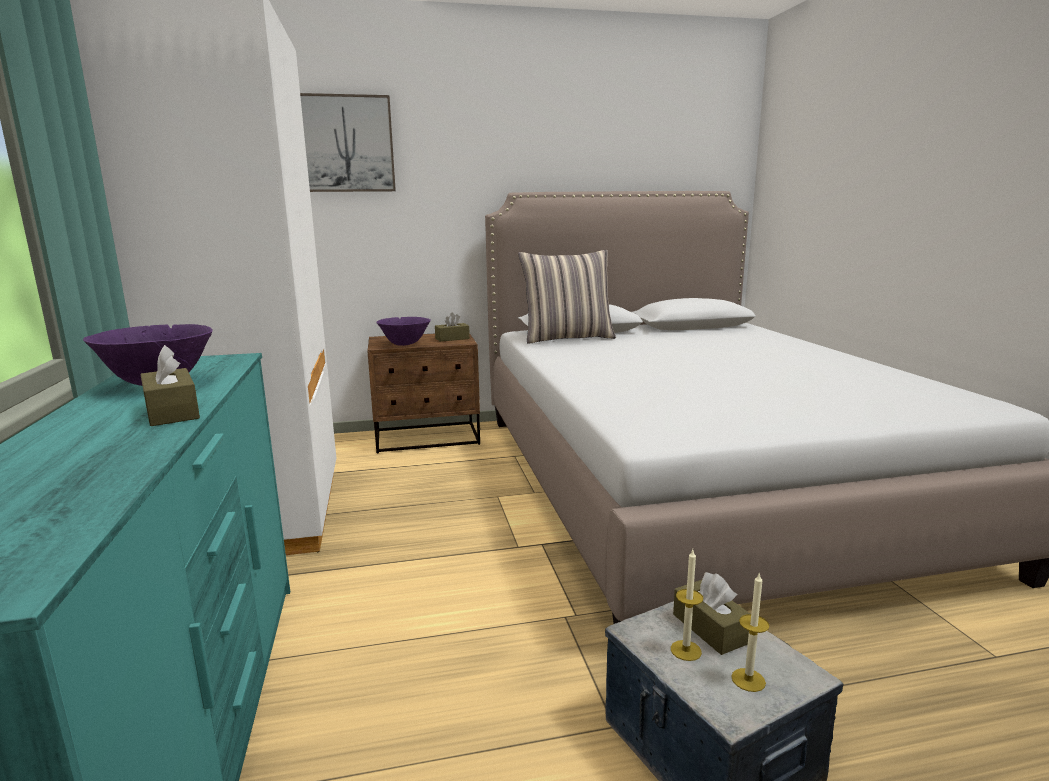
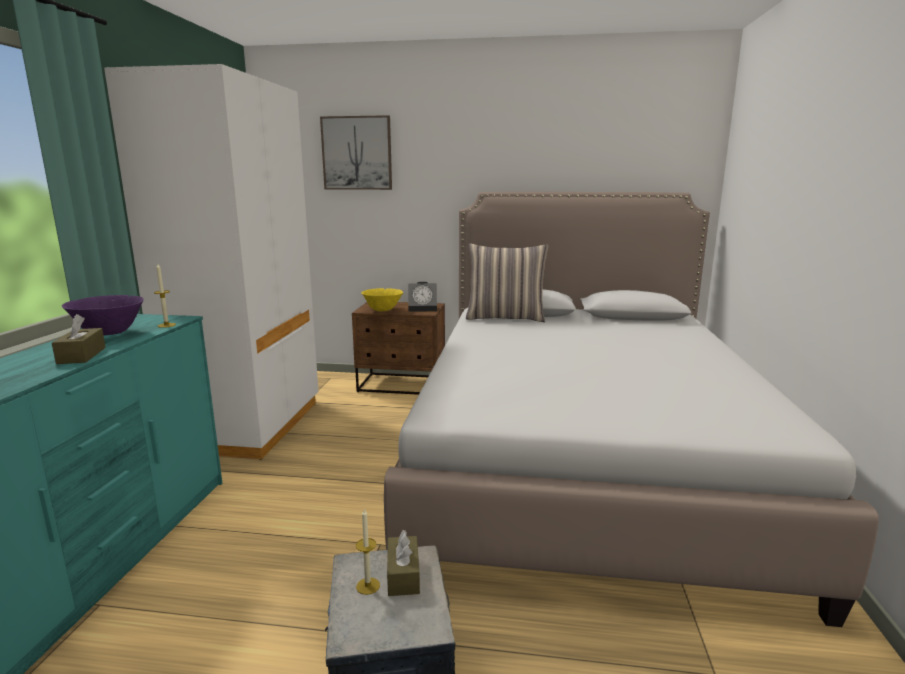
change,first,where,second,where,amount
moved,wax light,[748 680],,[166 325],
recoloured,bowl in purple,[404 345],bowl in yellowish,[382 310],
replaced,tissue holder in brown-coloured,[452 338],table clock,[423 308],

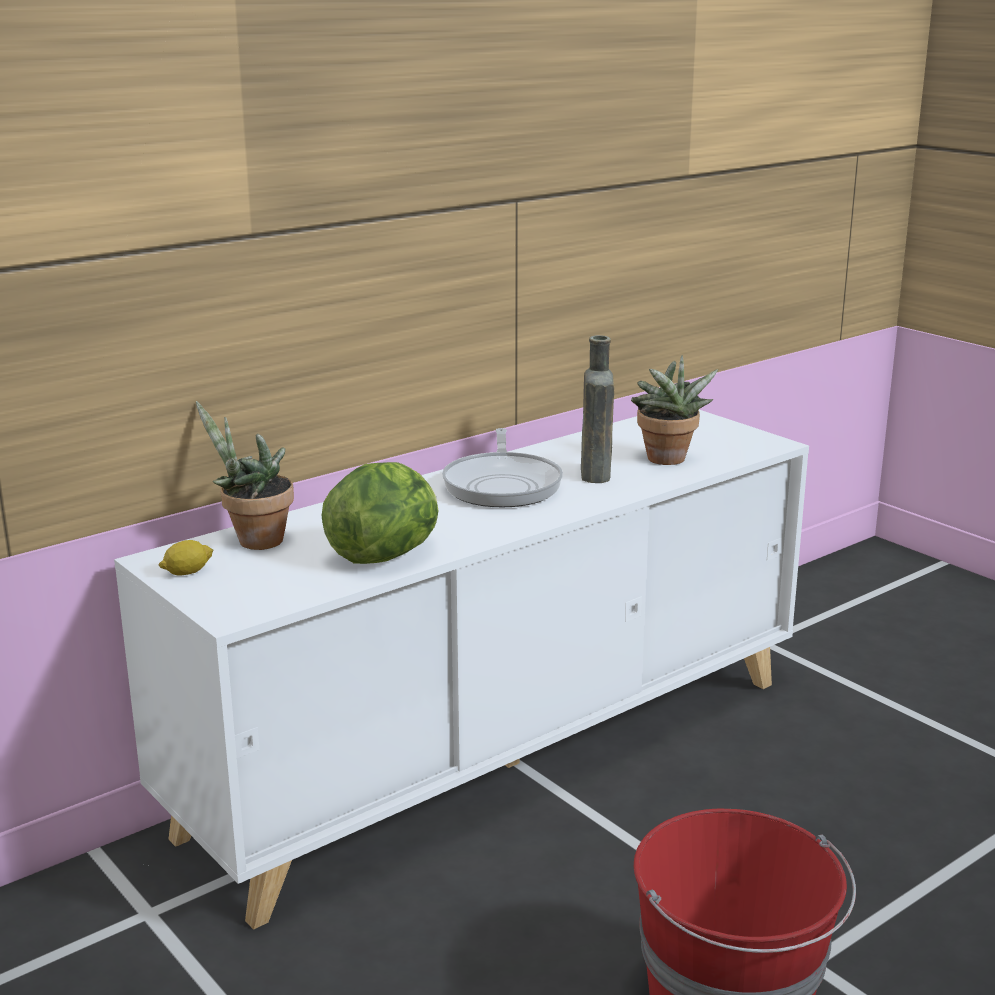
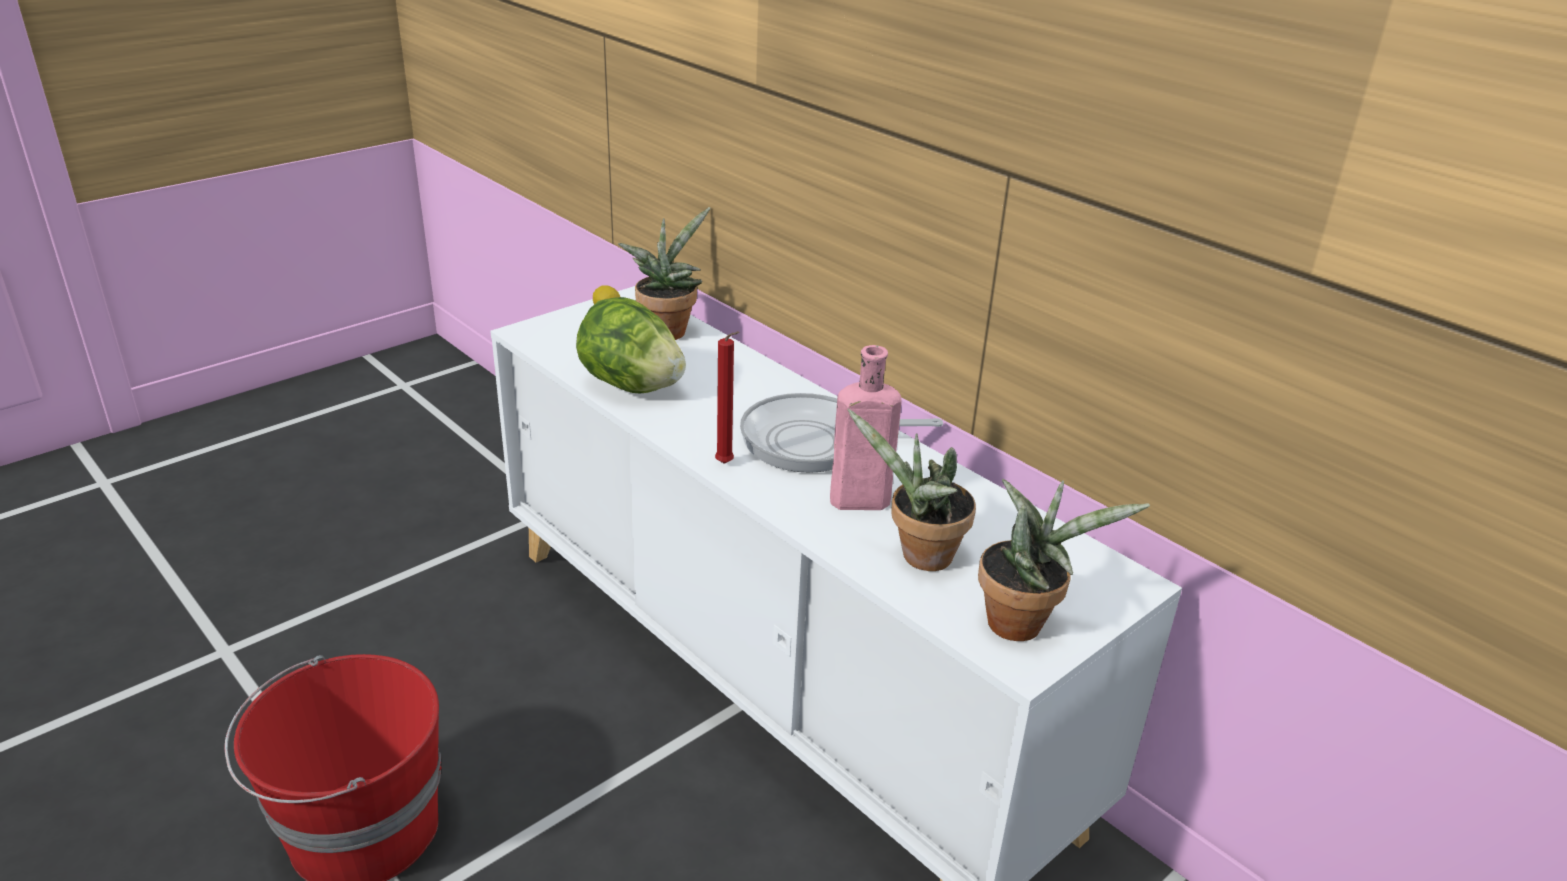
change,first,where,second,where,amount
added,,,wax light in red,[726 464],
recoloured,drink bottle in brown-coloured,[596 475],drink bottle in pink,[855 501],
added,,,houseplant,[1022 622],

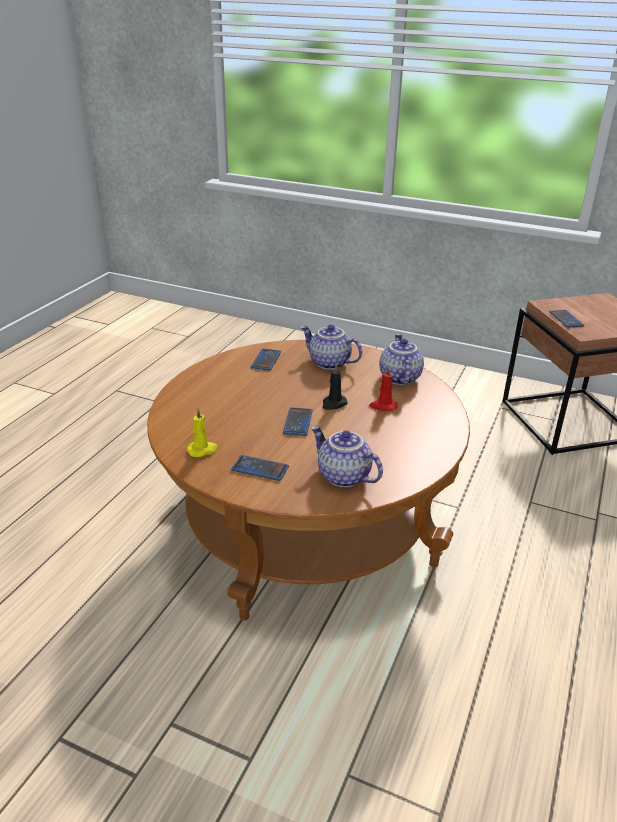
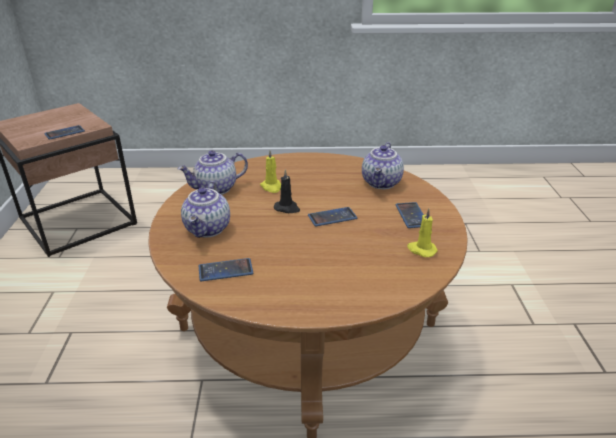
change,first,where,second,where,amount
recoloured,wax light in red,[383 406],wax light in yellowish,[271 187],

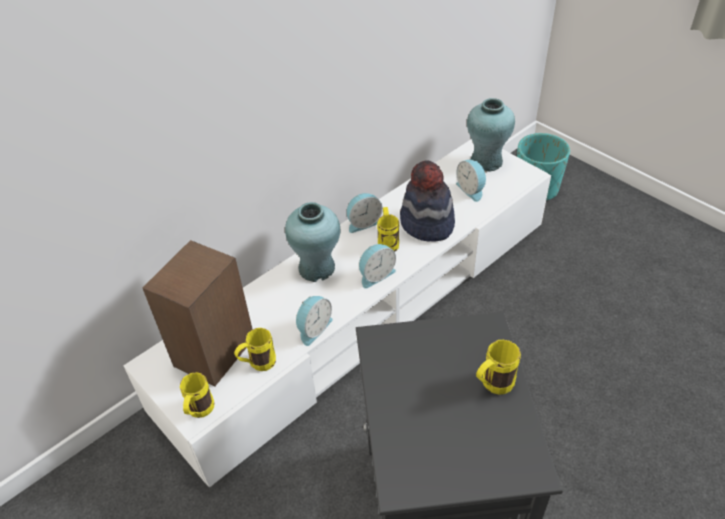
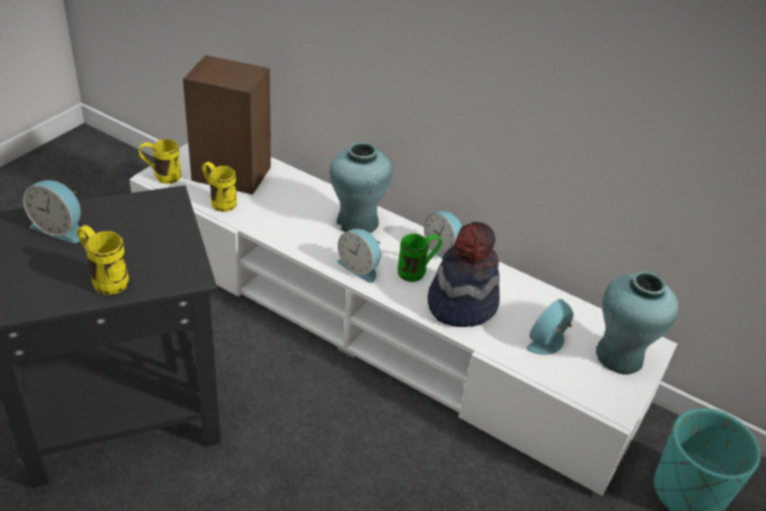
change,first,where,second,where,amount
moved,table clock,[313 328],,[60 228],
recoloured,tea mug in yellowish,[387 242],tea mug in greenish,[417 272],

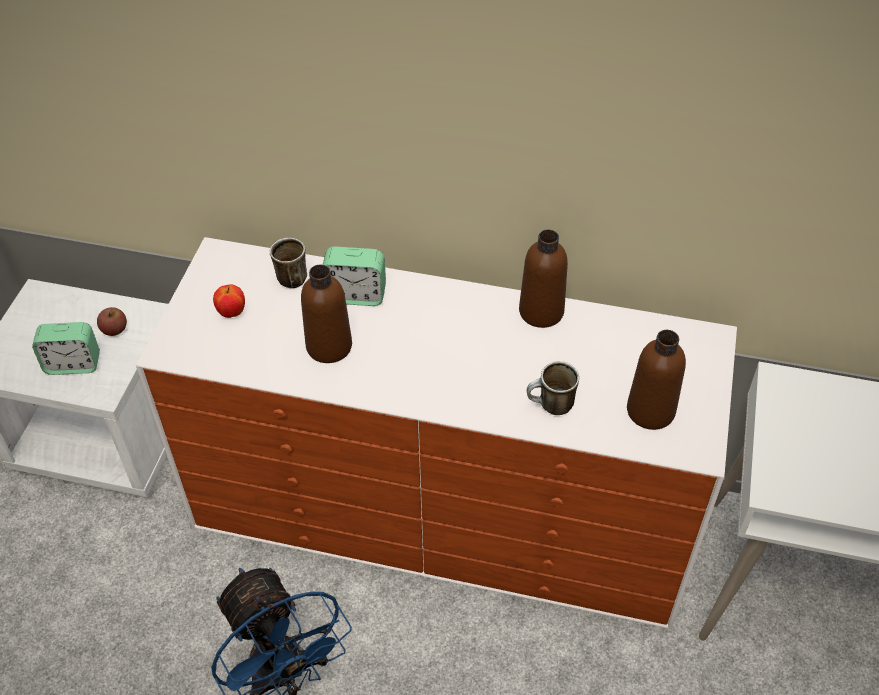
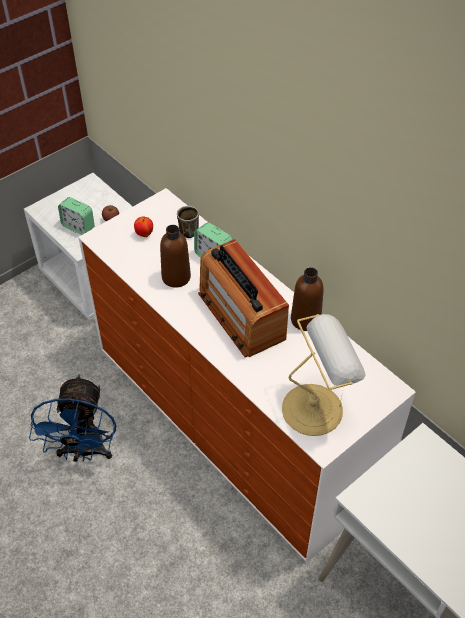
change,first,where,second,where,amount
added,,,radio set,[241 315],
replaced,drink bottle in brown-coloured,[650 411],lamp for a table,[315 408],
removed,tea mug,[550 407],,,

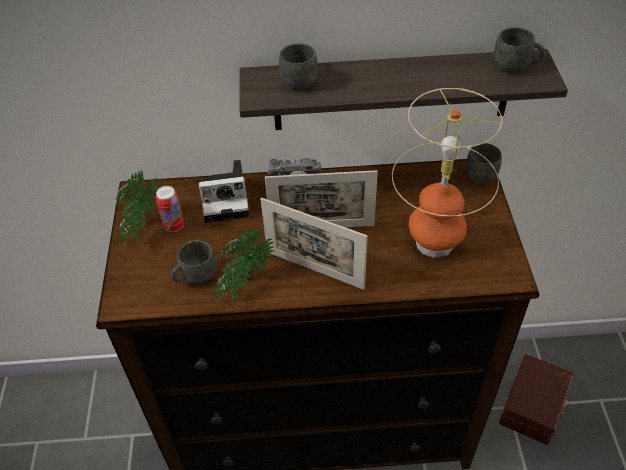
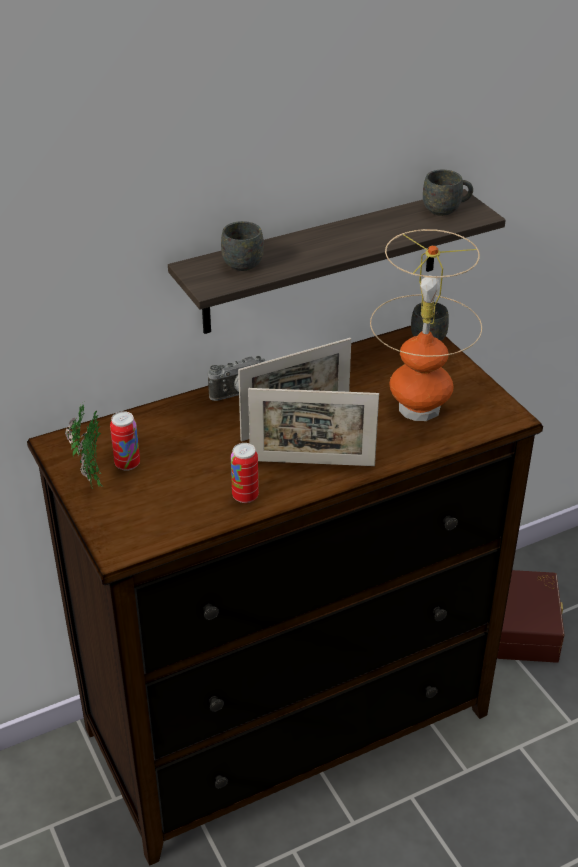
change,first,where,second,where,amount
replaced,houseplant,[243 285],metal can,[245 496],
removed,tea mug in grey,[195 277],,,
removed,still camera,[227 199],,,

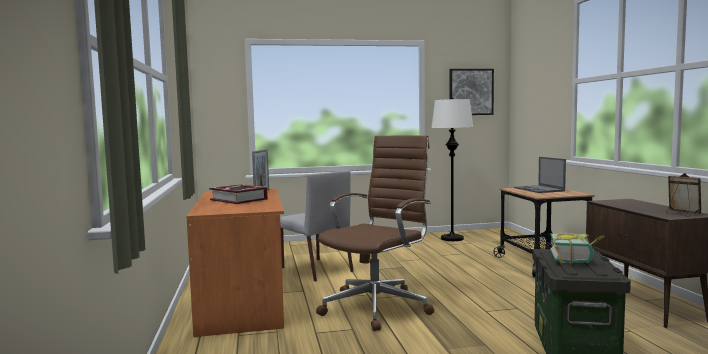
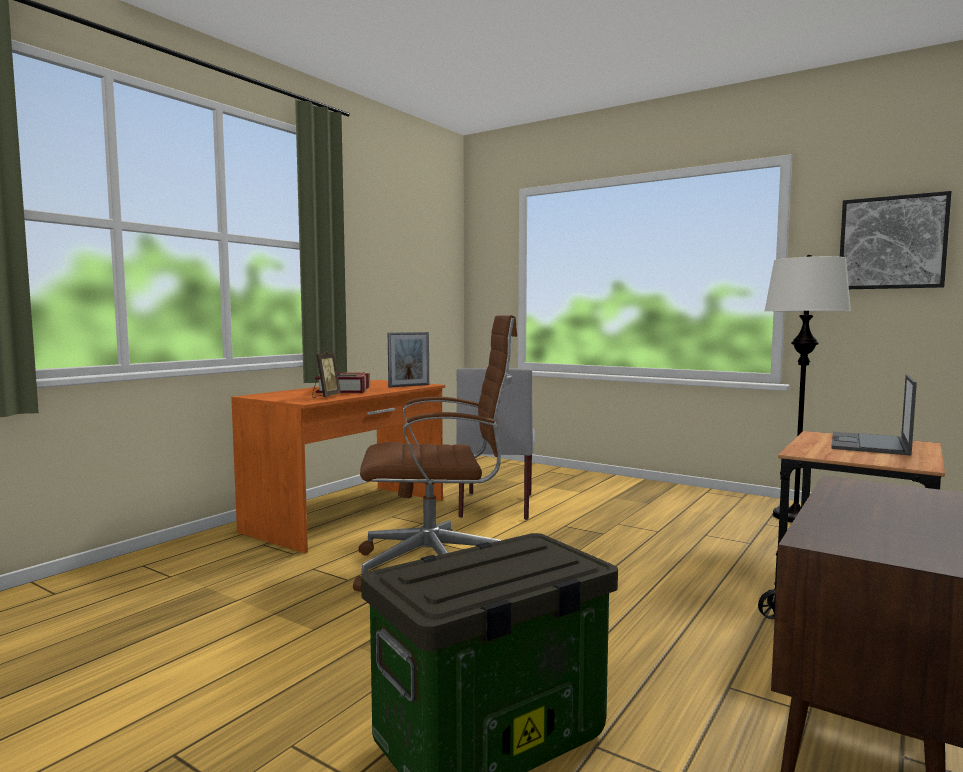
change,first,where,second,where,amount
moved,photo frame,[681 214],,[325 397],
removed,bound book,[576 259],,,

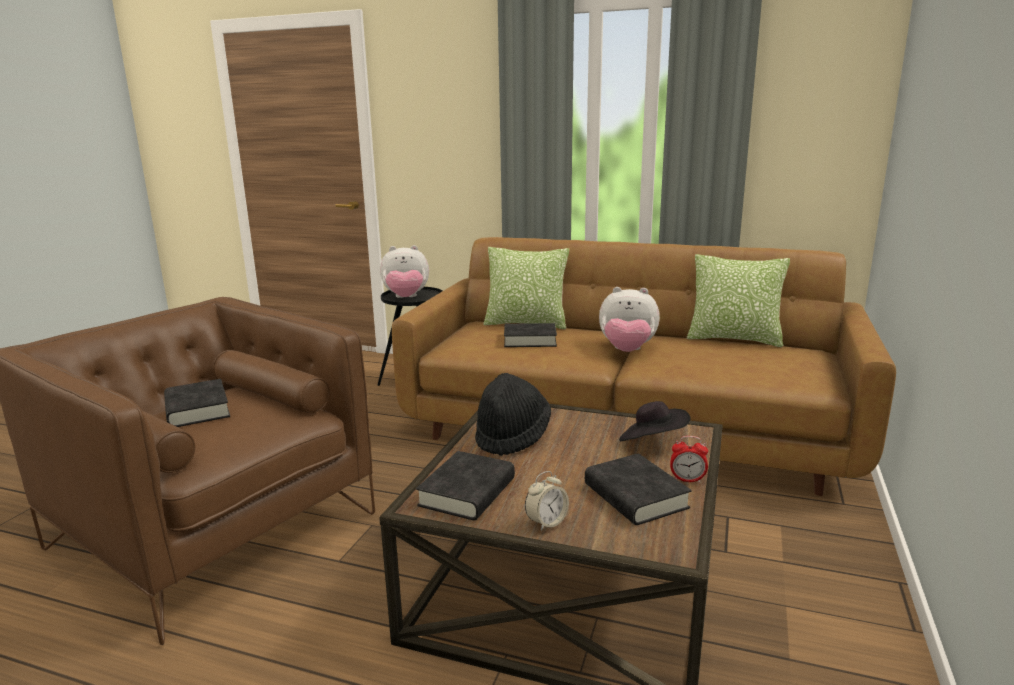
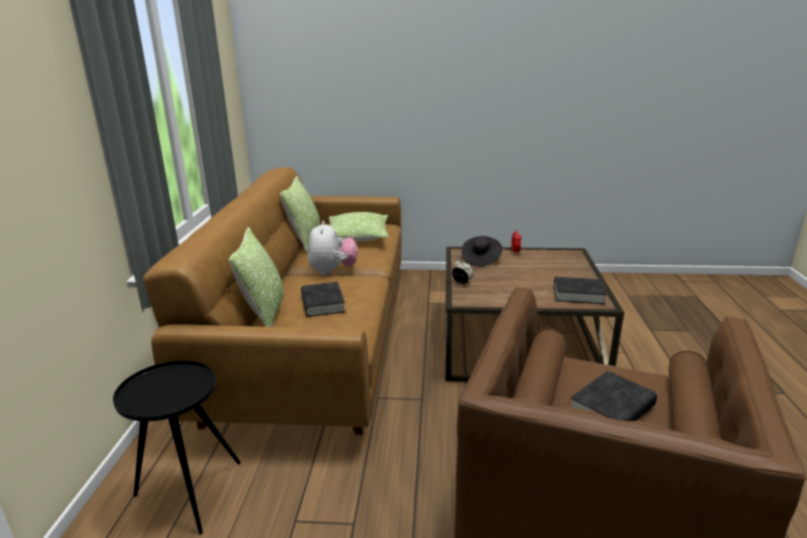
change,first,where,second,where,amount
added,,,throw pillow,[357 237],
moved,table clock,[546 522],,[462 282],
removed,plush toy,[406 298],,,
removed,clothing hat in black,[512 436],,,
removed,bound book in black,[635 496],,,

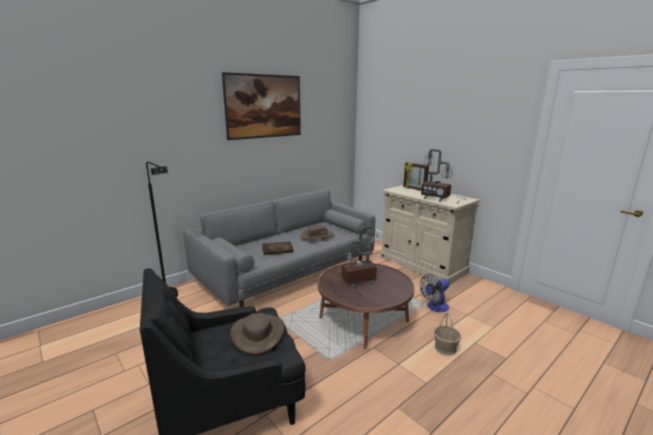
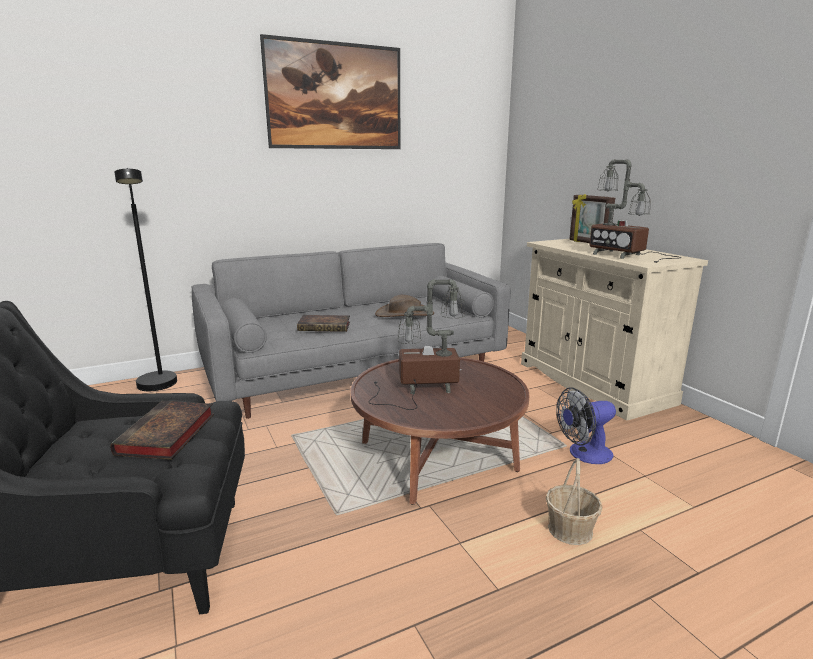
change,first,where,second,where,amount
replaced,clothing hat in brown-coloured,[258 333],bound book,[166 435],

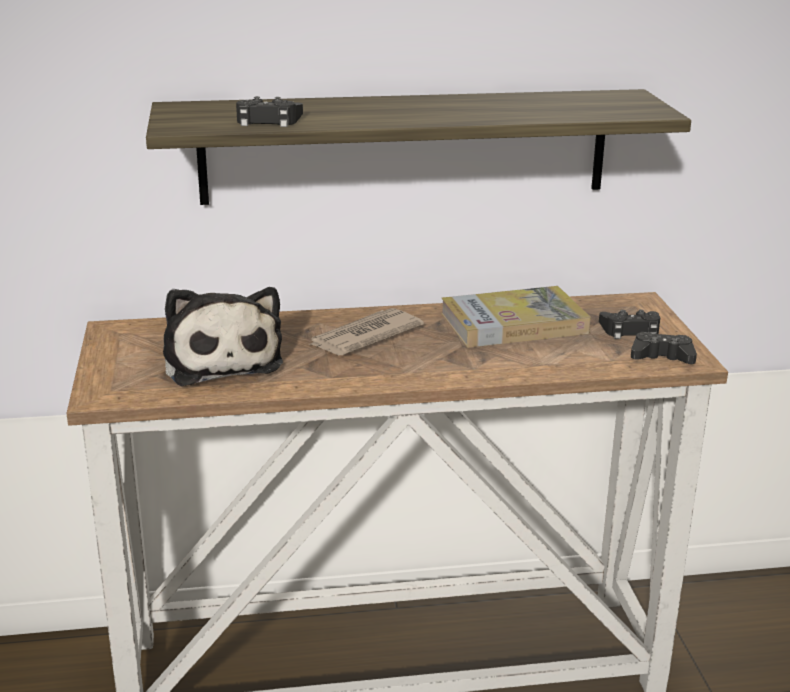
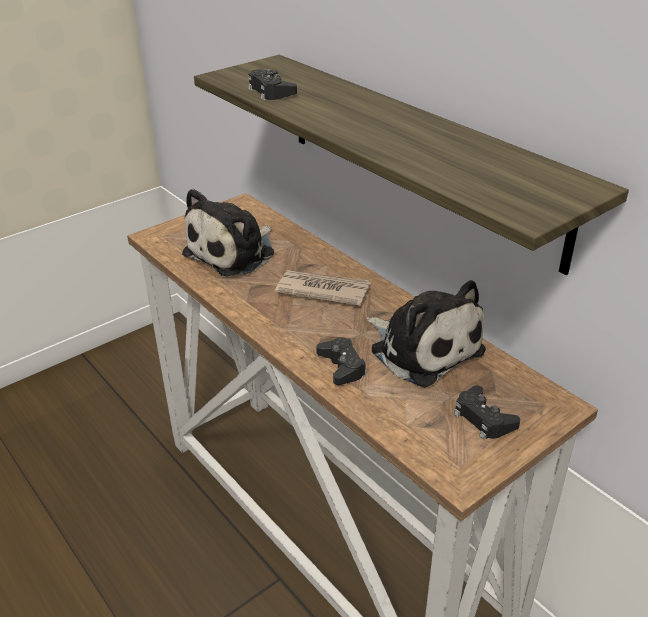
change,first,where,second,where,amount
moved,gamepad in black,[662 356],,[342 366],
replaced,bound book,[513 323],plush toy,[423 348],

